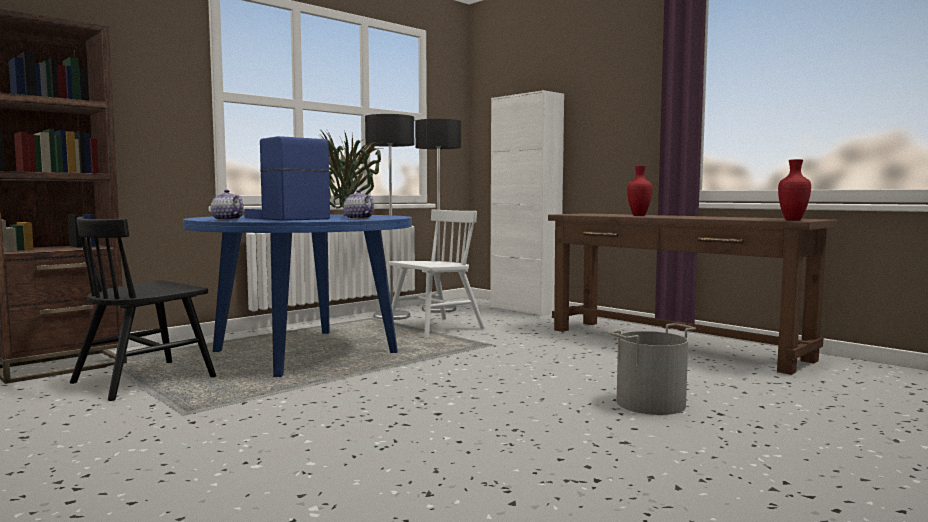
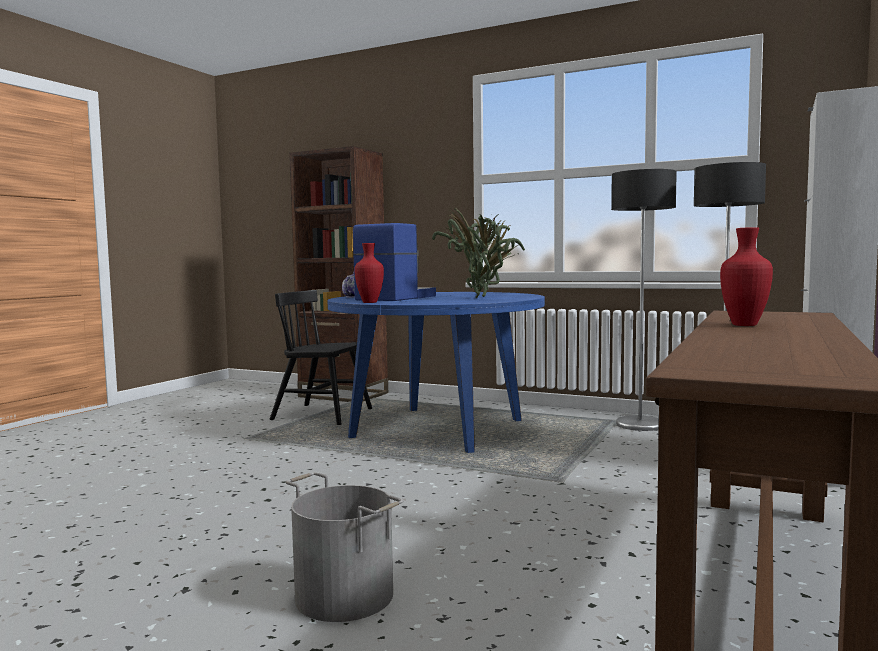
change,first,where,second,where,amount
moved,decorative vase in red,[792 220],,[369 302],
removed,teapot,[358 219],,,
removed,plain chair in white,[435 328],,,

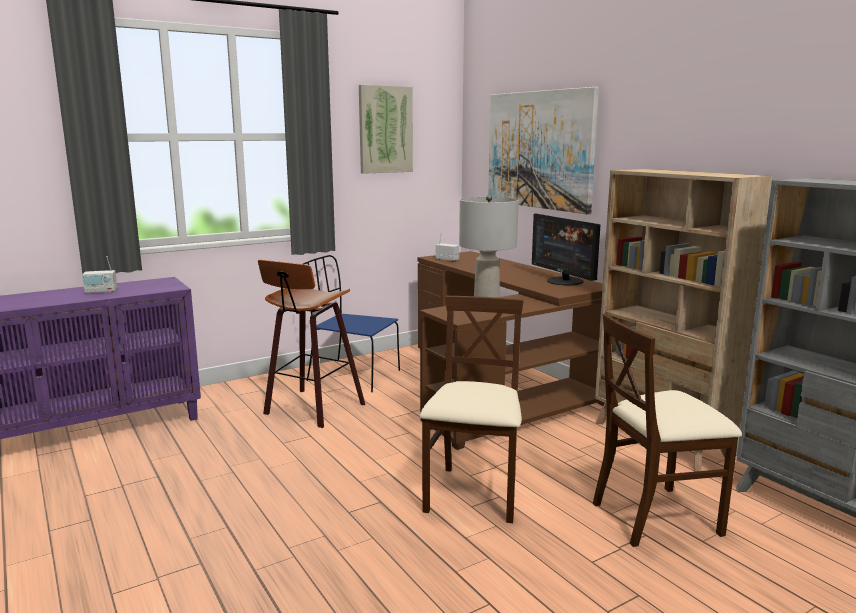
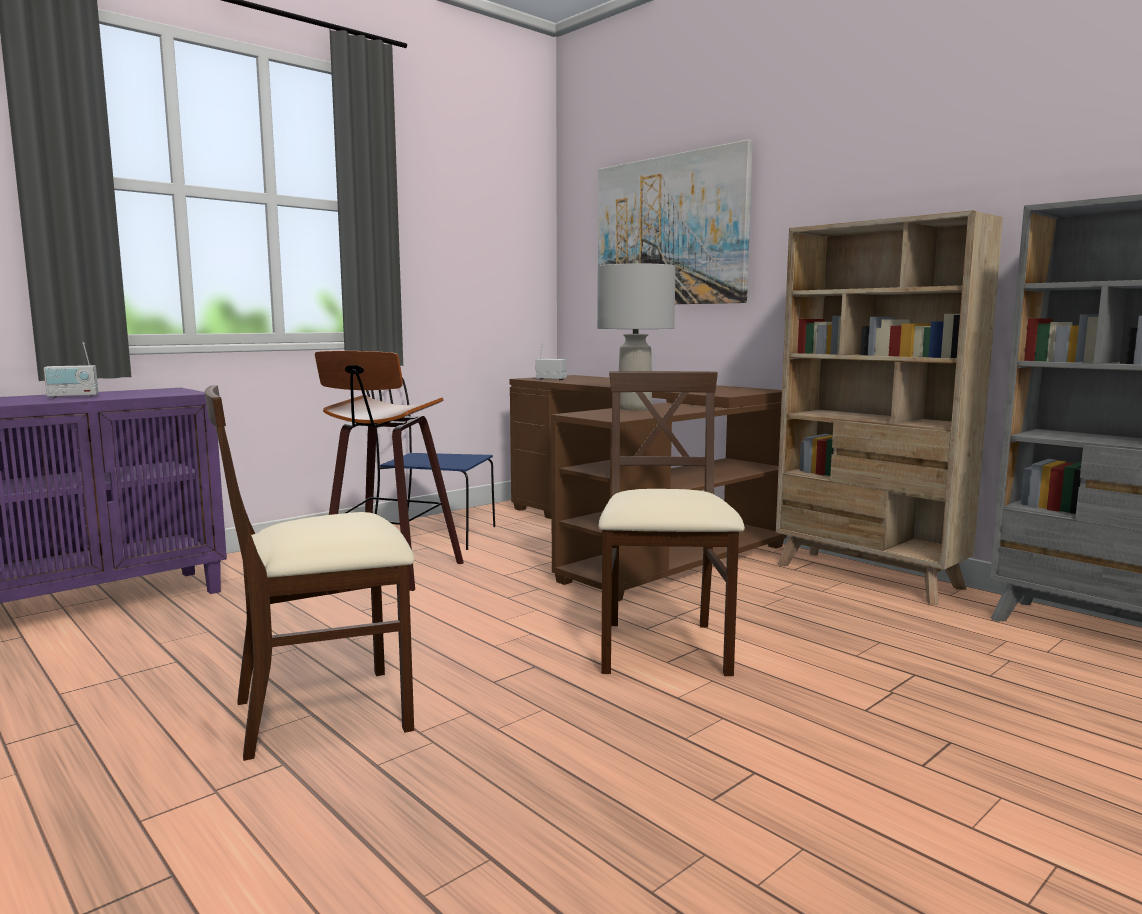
change,first,where,second,where,amount
moved,plain chair in beige,[656 516],,[325 712],
removed,wall picture,[385 129],,,
removed,computer display,[564 281],,,

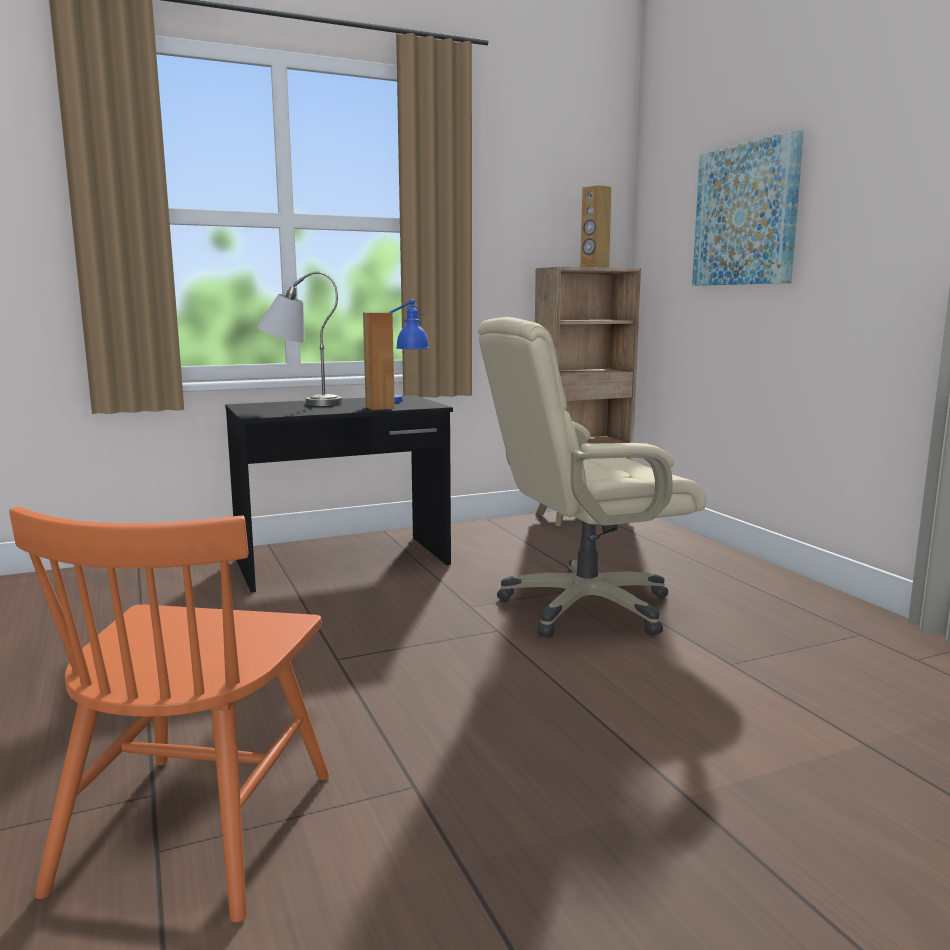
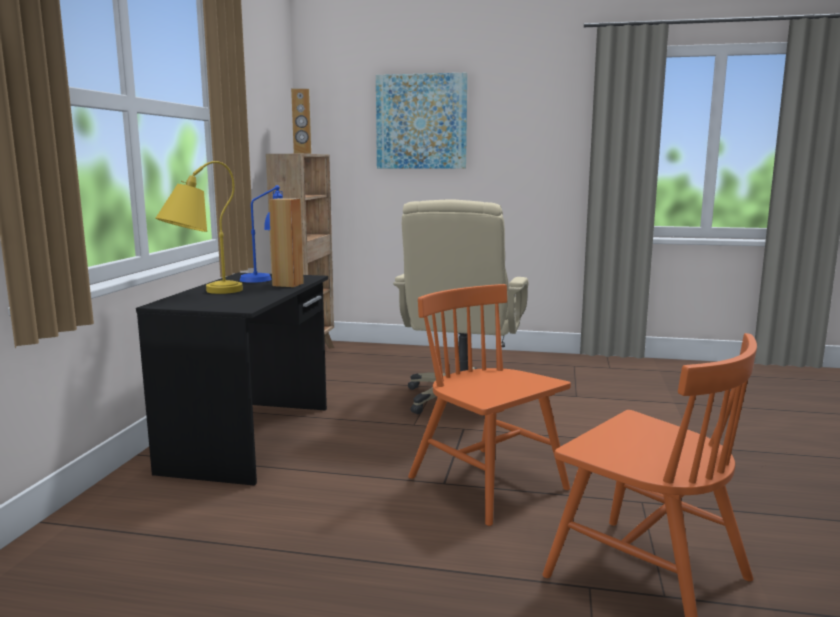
change,first,where,second,where,amount
recoloured,lamp for a table in grey,[300 403],lamp for a table in yellowish,[202 293],
added,,,plain chair in orange,[487 484],

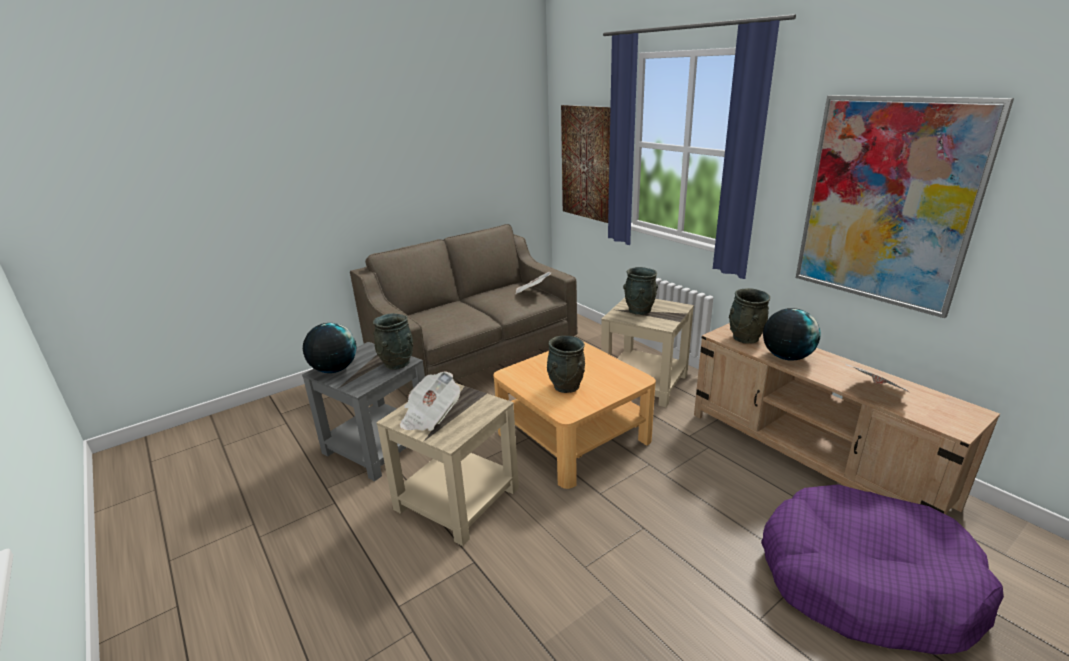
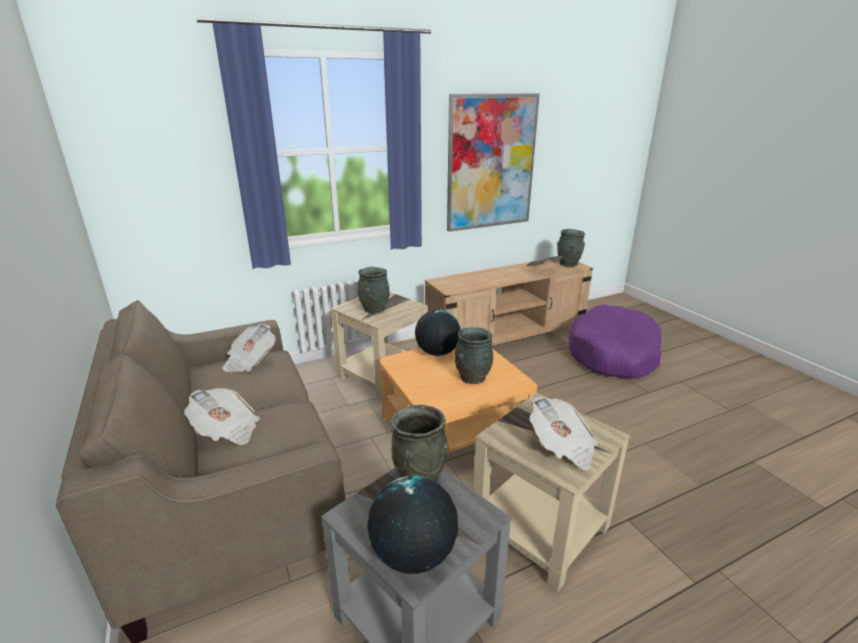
change,first,where,second,where,amount
added,,,newspaper,[226 430],
moved,world globe,[786 357],,[437 353],
moved,decorative vase in grey,[745 338],,[568 264],
removed,wall picture,[587 163],,,

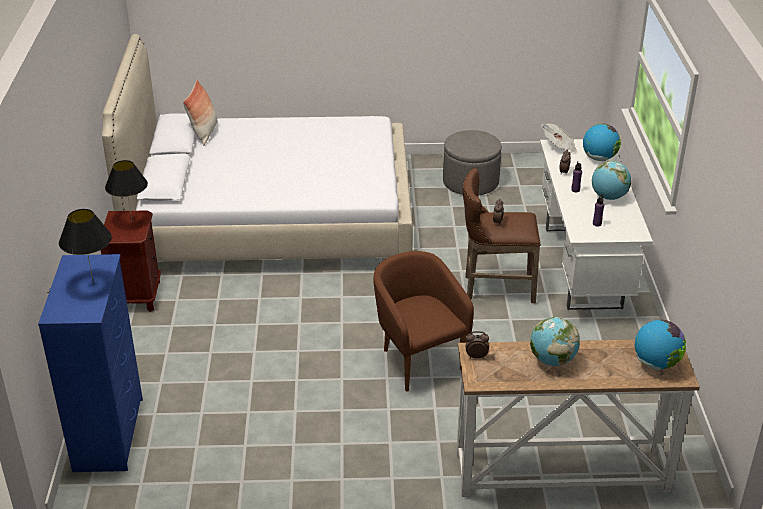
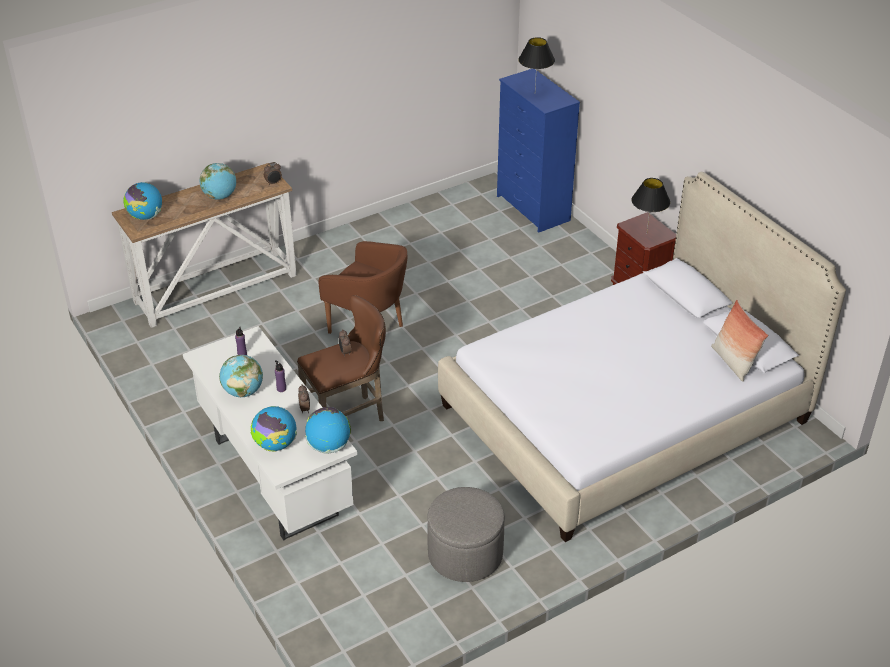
change,first,where,second,where,amount
replaced,newspaper,[559 147],world globe,[329 446],

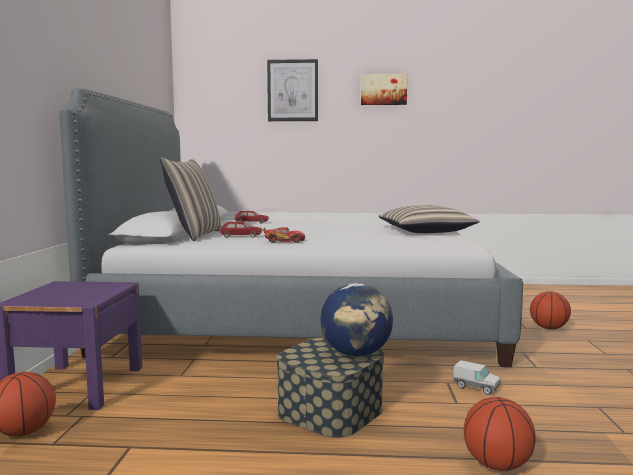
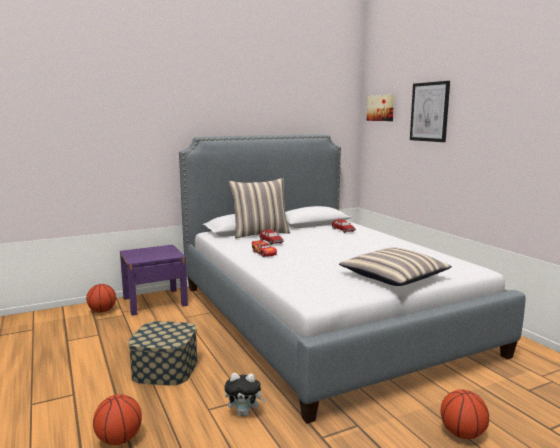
change,first,where,second,where,amount
replaced,toy lorry,[476 387],plush toy,[244 413],
moved,wall picture,[383 89],,[381 108],
removed,world globe,[356 354],,,

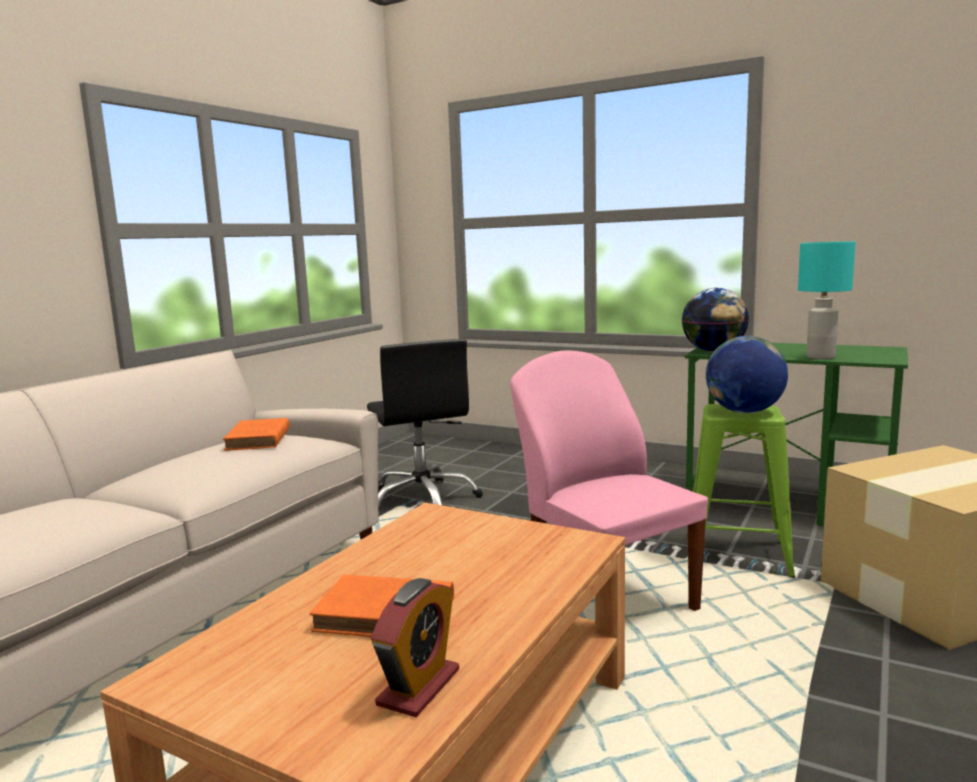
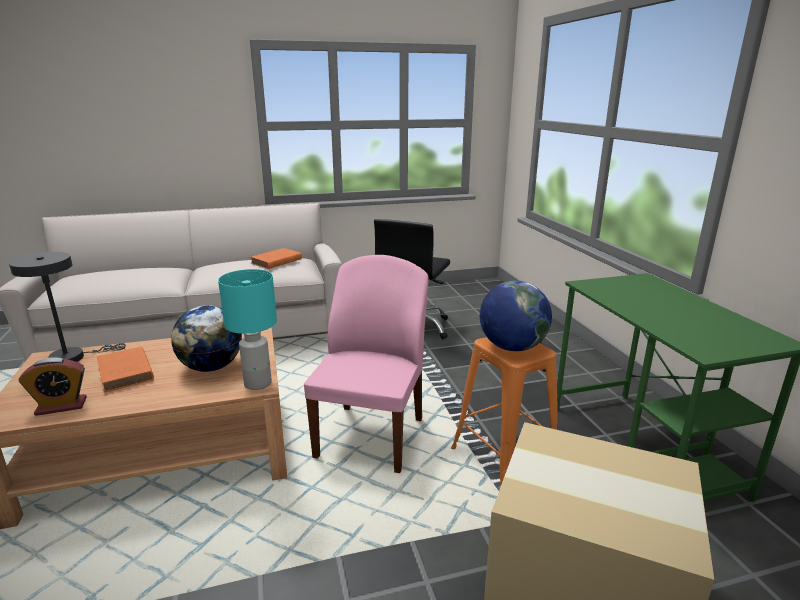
change,first,where,second,where,amount
added,,,lamp for a table in grey,[73 357],
moved,world globe,[714 351],,[211 367],
moved,lamp for a table in blue-green,[819 357],,[258 383],
recoloured,sitting stool in greenish,[738 555],sitting stool in orange,[504 460],

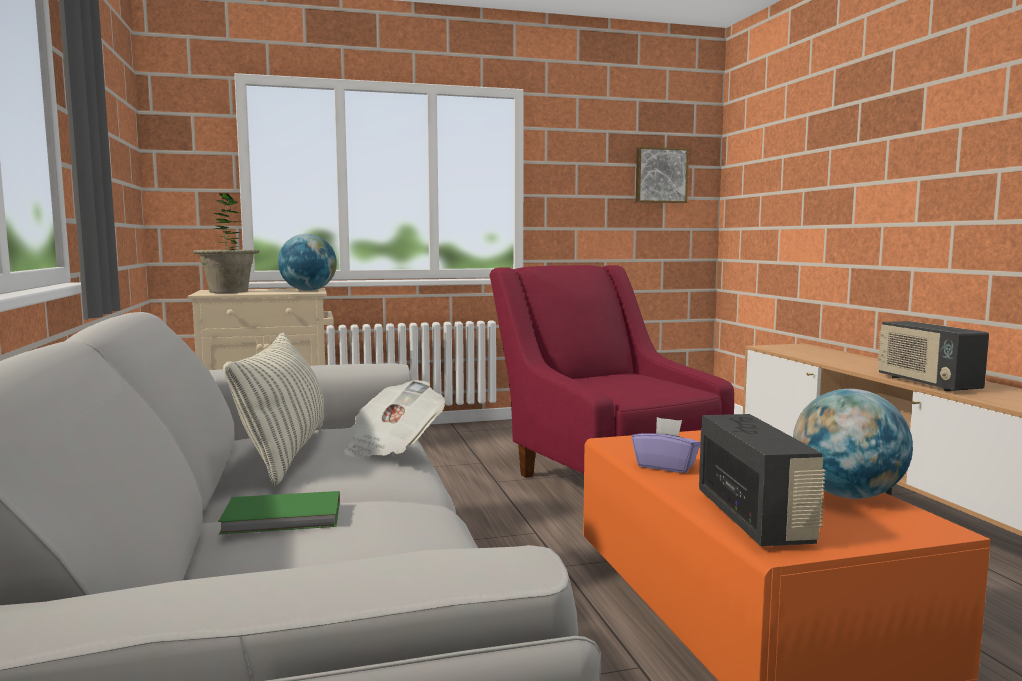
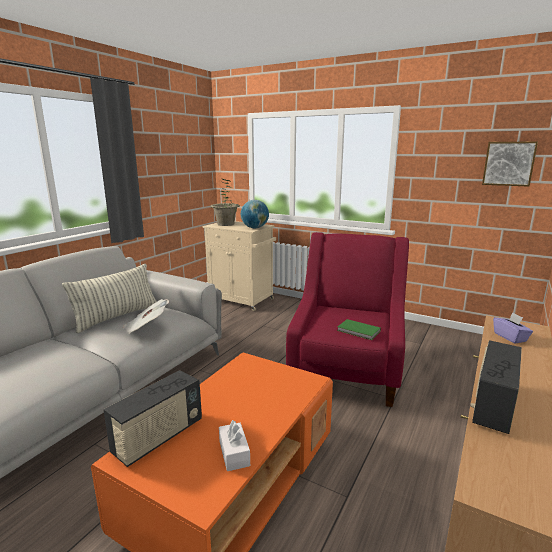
change,first,where,second,where,amount
replaced,world globe,[847 495],tissue holder in white,[234 453],
moved,bound book in greenish,[284 518],,[358 331],
moved,tissue holder in purple,[665 466],,[510 337],

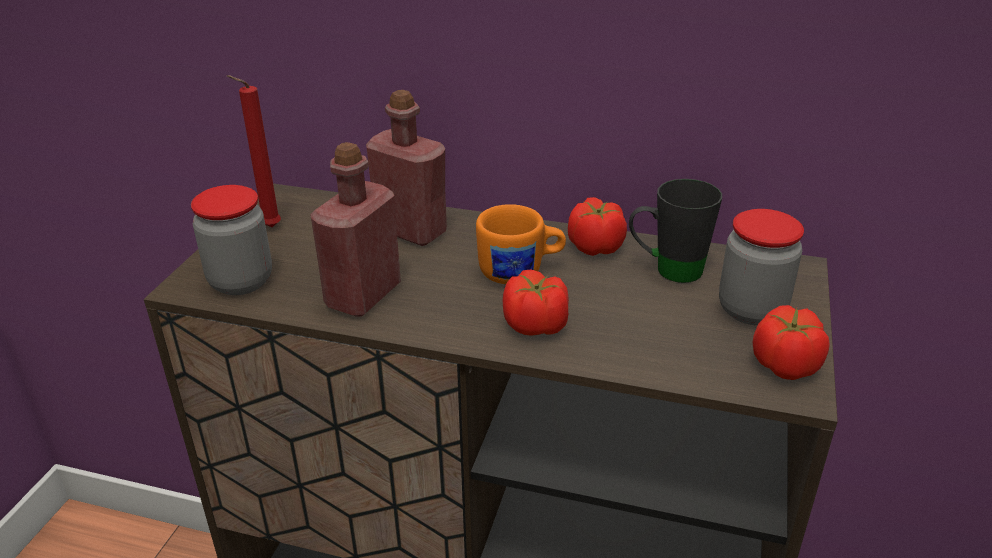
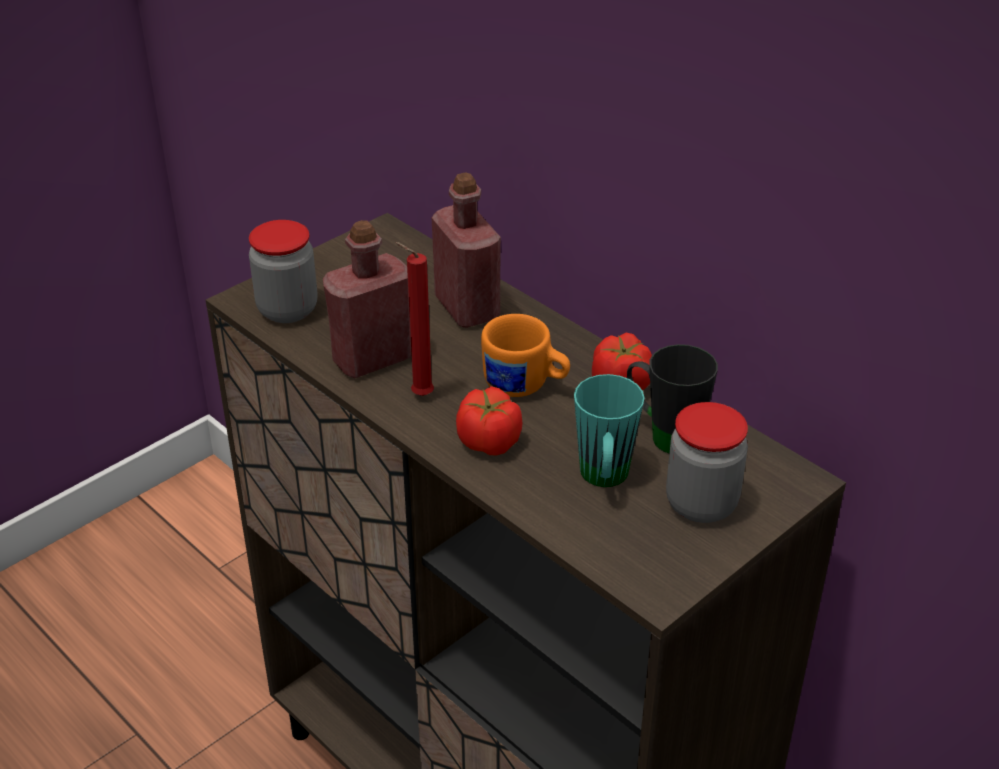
change,first,where,second,where,amount
moved,wax light in red,[268 228],,[418 395],
added,,,tea mug in blue-green,[604 480],
removed,fresh tomato,[785 365],,,

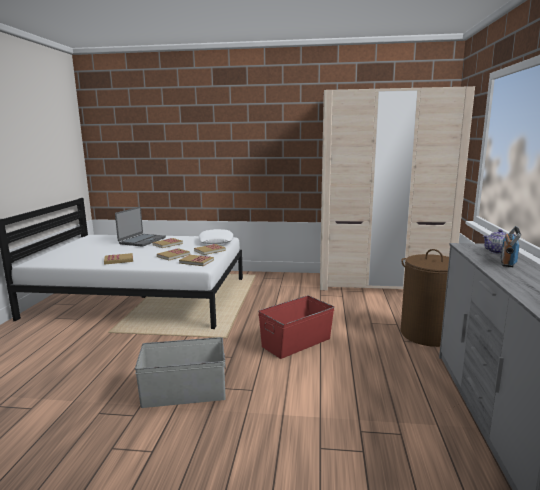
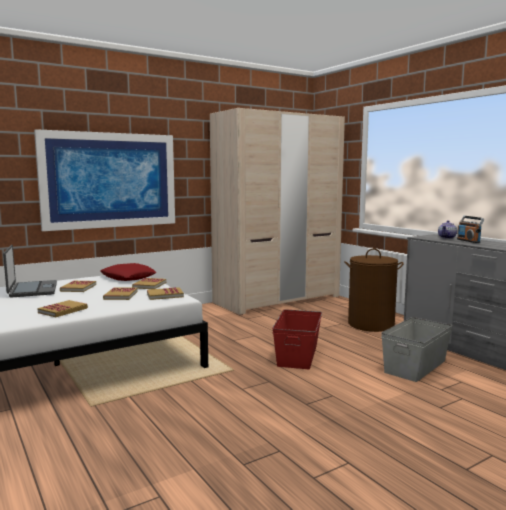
change,first,where,second,where,amount
added,,,wall picture,[109 180],
recoloured,throw pillow in white,[216 241],throw pillow in red,[128 277],
moved,storage box in grey,[184 392],,[414 366],

